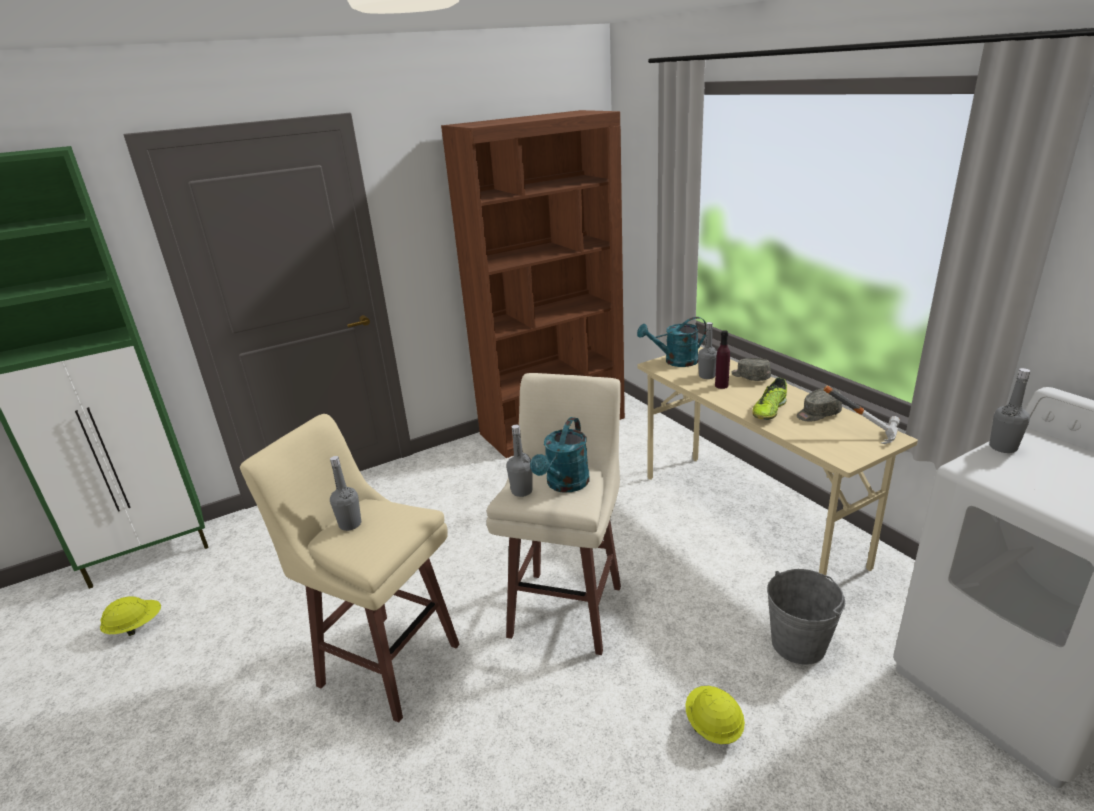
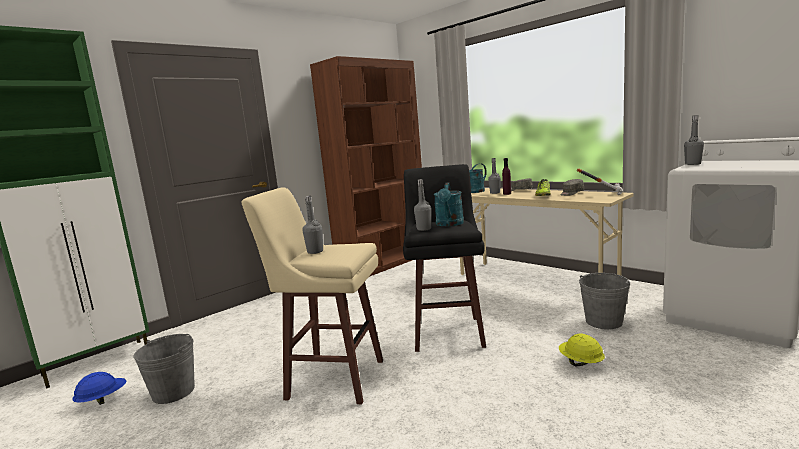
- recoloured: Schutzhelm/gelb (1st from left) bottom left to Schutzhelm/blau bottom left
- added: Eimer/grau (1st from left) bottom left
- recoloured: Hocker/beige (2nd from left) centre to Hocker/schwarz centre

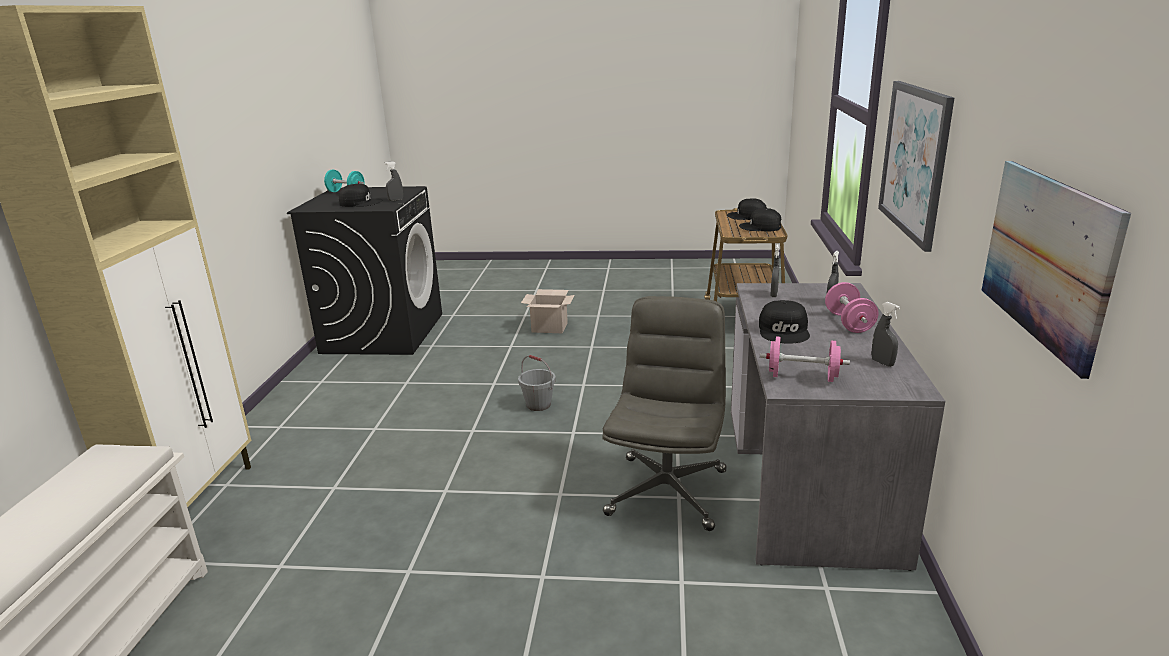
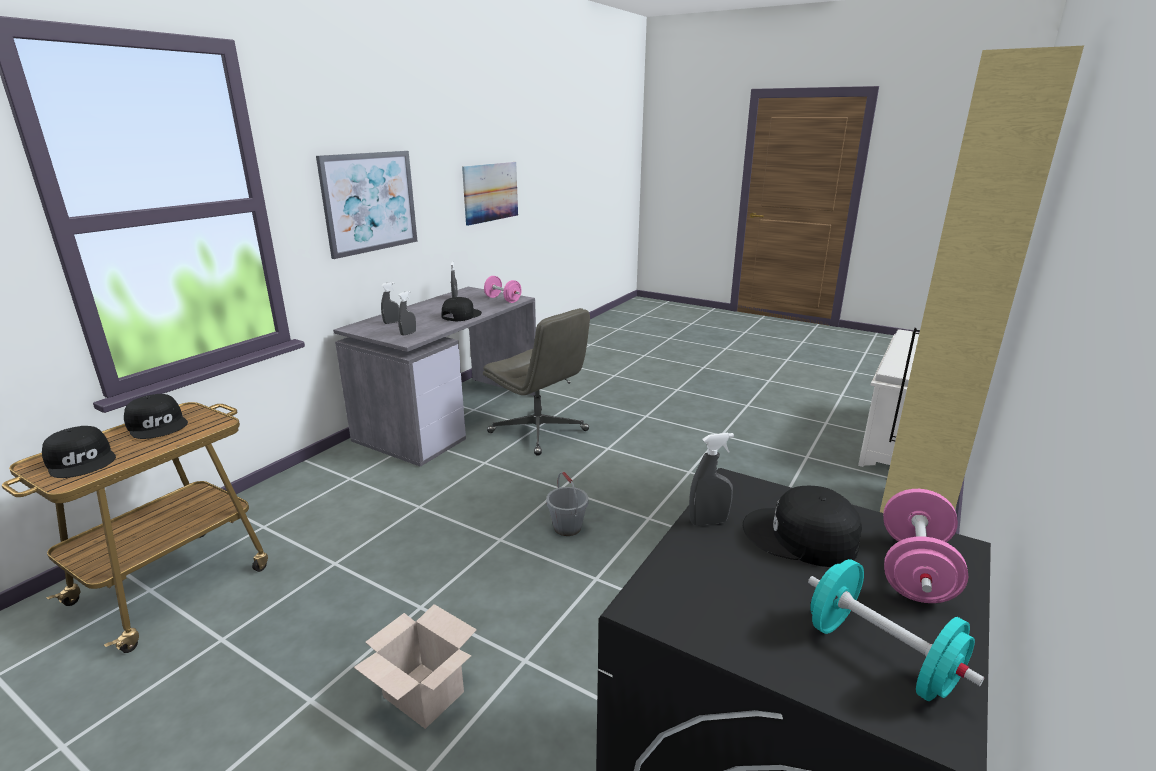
- turned: Bürostuhl/grau centre = centre 90 degrees counterclockwise
- moved: Hantel/rosa (2nd from left) middle right to bottom right

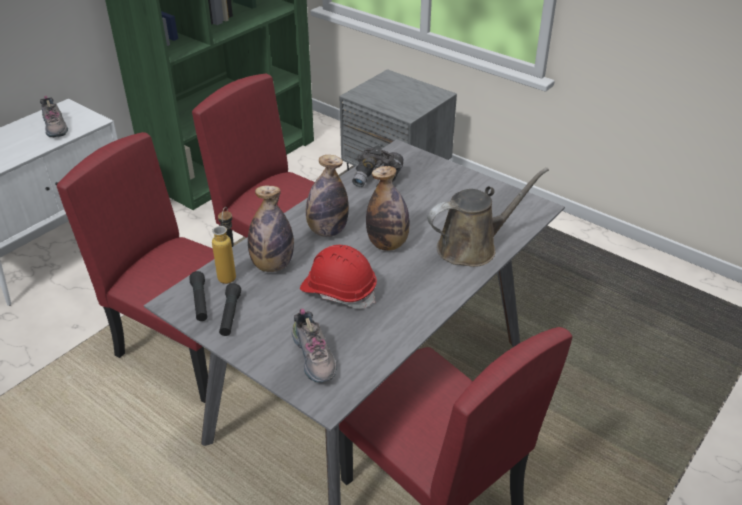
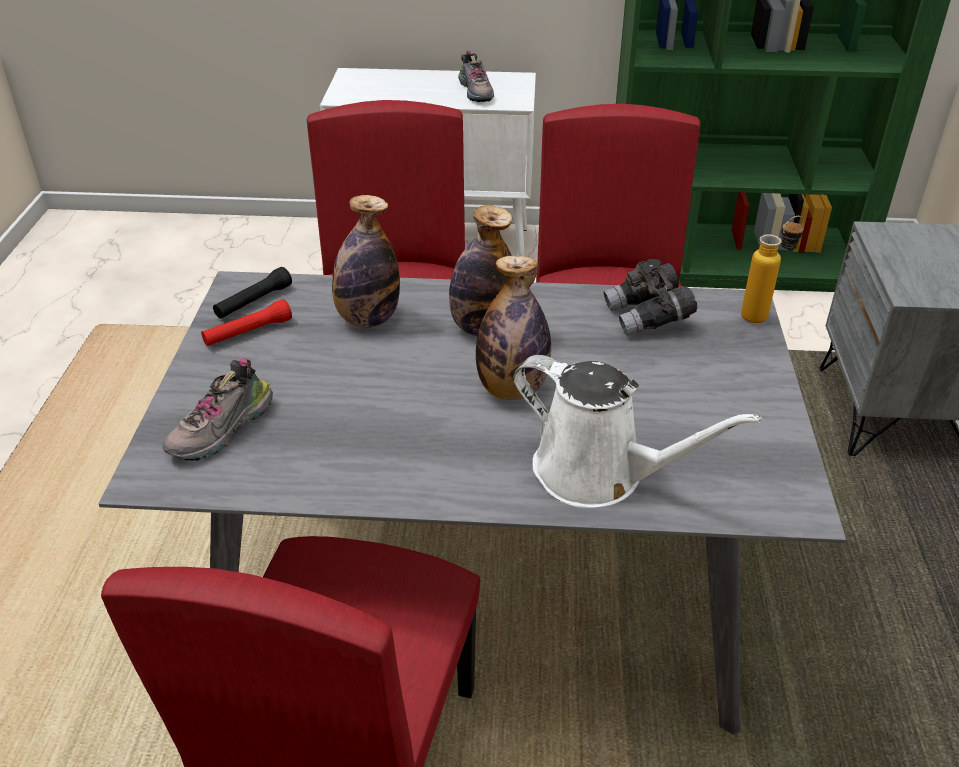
- recoloured: Taschenlampe/schwarz (2nd from left) middle left to Taschenlampe/rot middle left
- turned: Schuh (1st from left in the first image) top left = top centre 45 degrees counterclockwise
- recoloured: Gießkanne/braun centre to Gießkanne/weiß centre
- moved: Flasche (1st from left in the first image) middle left to Flasche (4th from left) middle right
- removed: Schutzhelm/rot centre

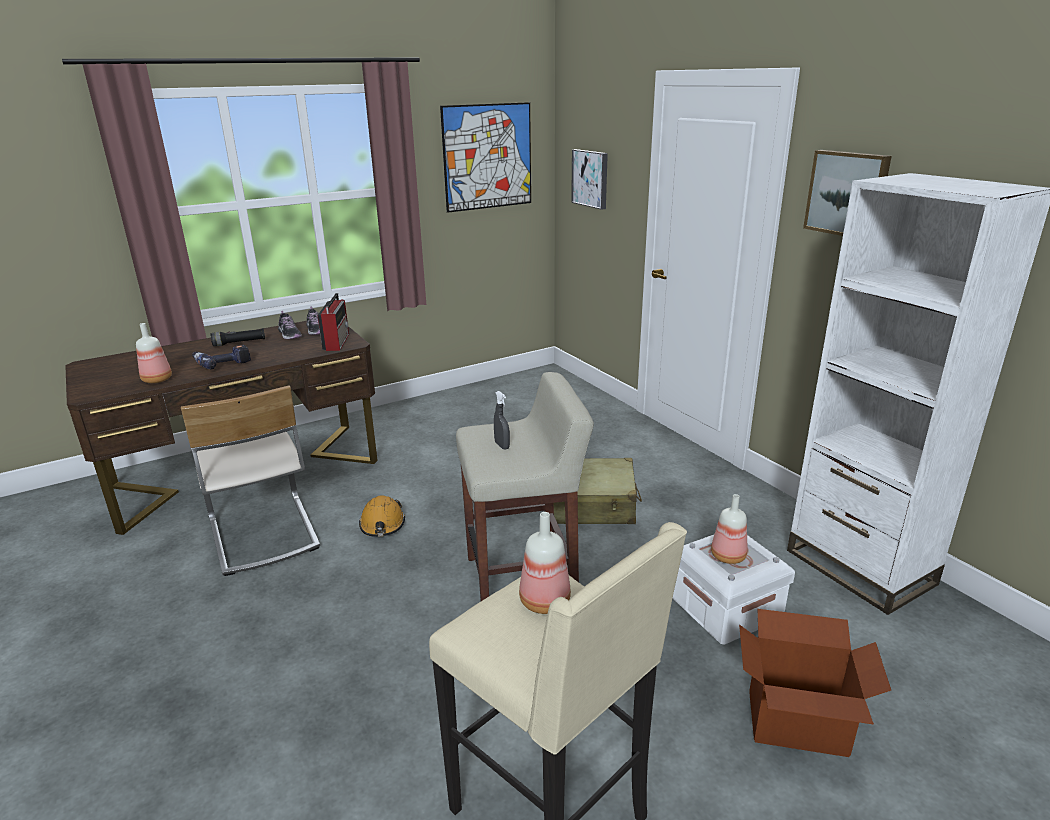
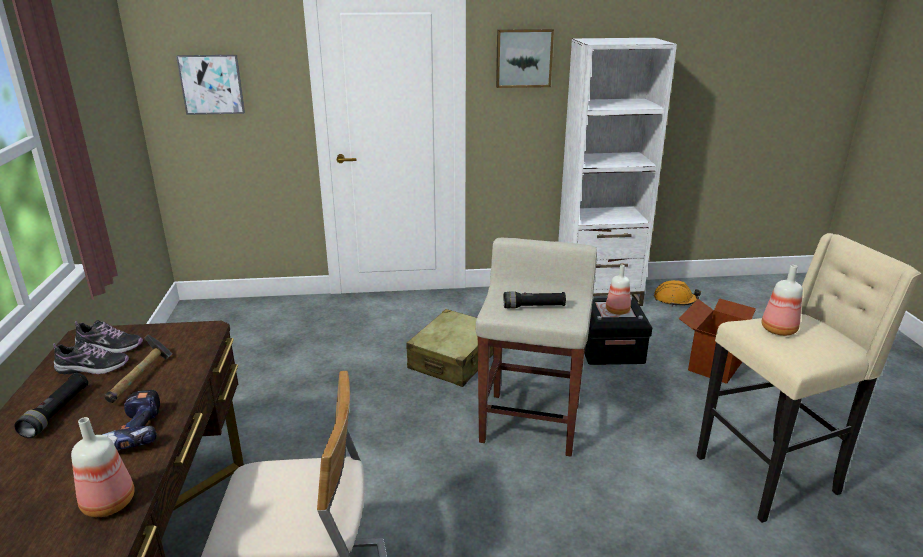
- added: Hammer middle left
- replaced: Sprühflasche/grau centre to Taschenlampe/schwarz (2nd from left) centre
- recoloured: Aufbewahrungsbox/weiß bottom right to Aufbewahrungsbox/schwarz middle right
- moved: Schutzhelm/orange centre to middle right
- removed: Radio middle left
- removed: Bild (1st from left) top centre

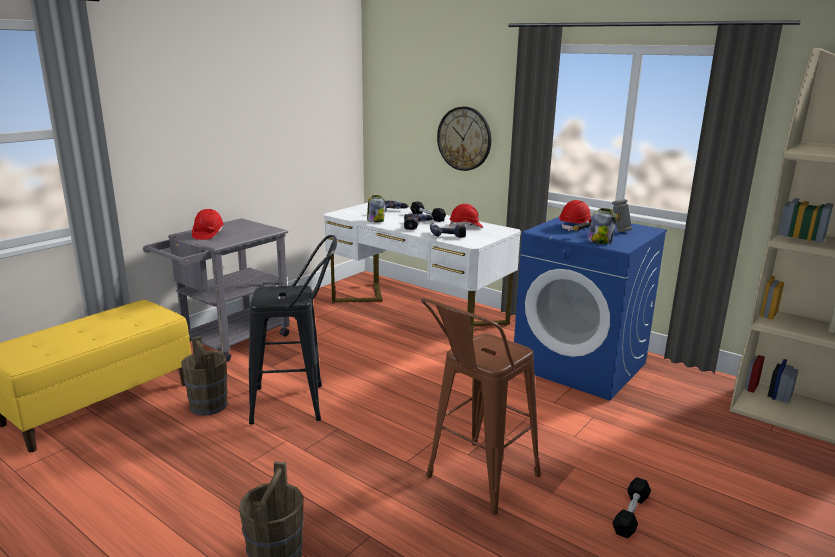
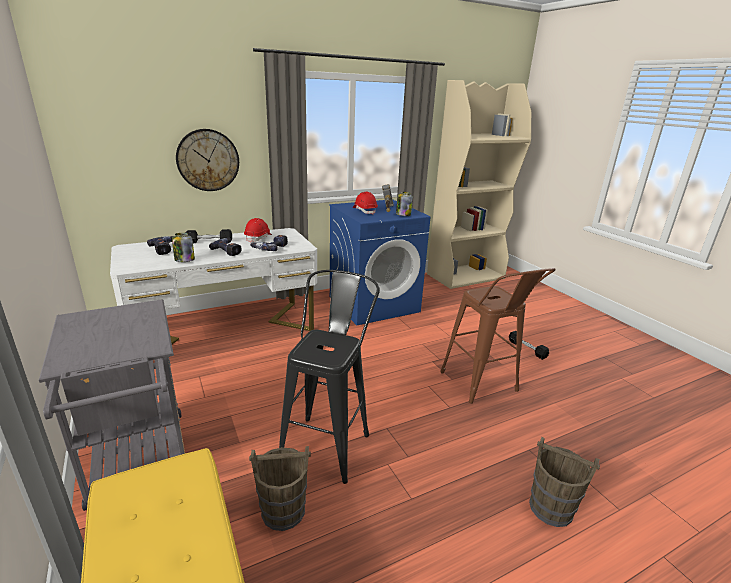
- removed: Schutzhelm/rot (1st from left) middle left

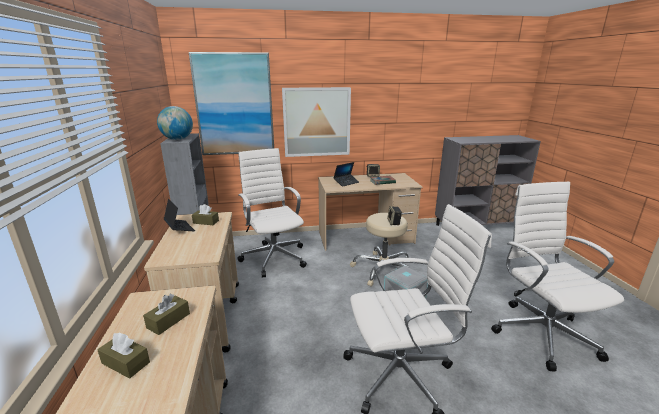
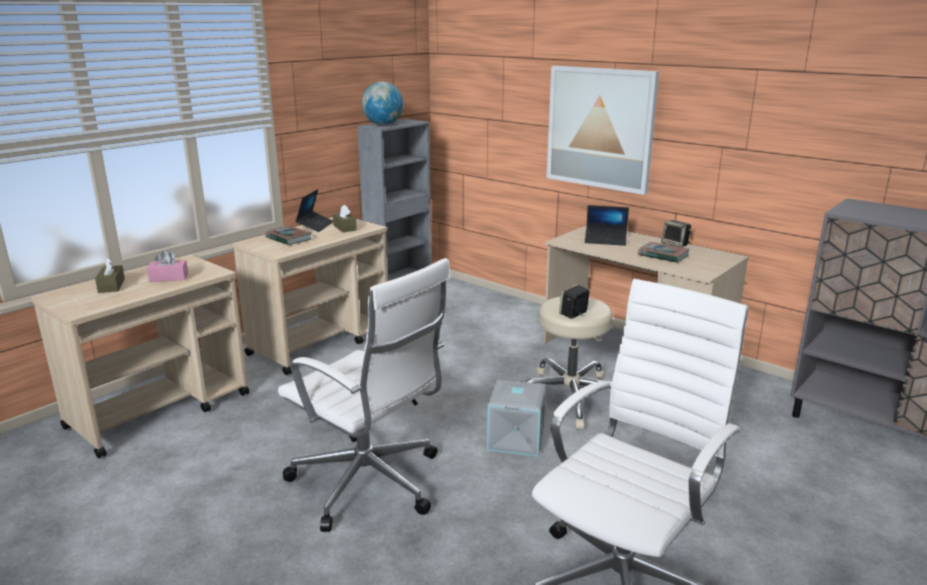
- recoloured: Taschentuchbox/braun (2nd from left) bottom left to Taschentuchbox/rosa middle left
- added: Buch (1st from left) middle left
- removed: Bild (1st from left) top centre
- removed: Bürostuhl/weiß (1st from left) centre

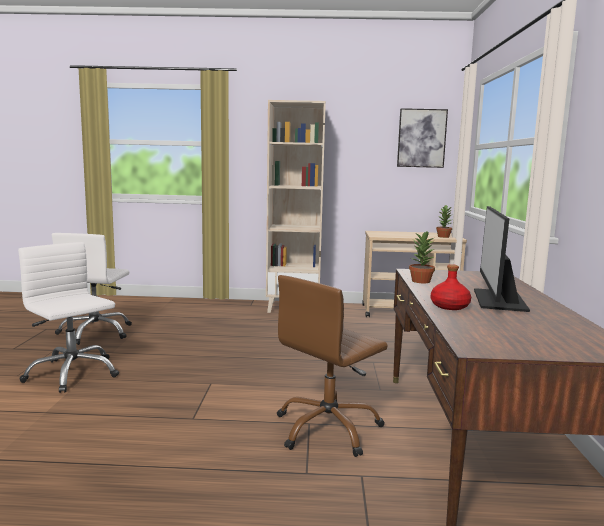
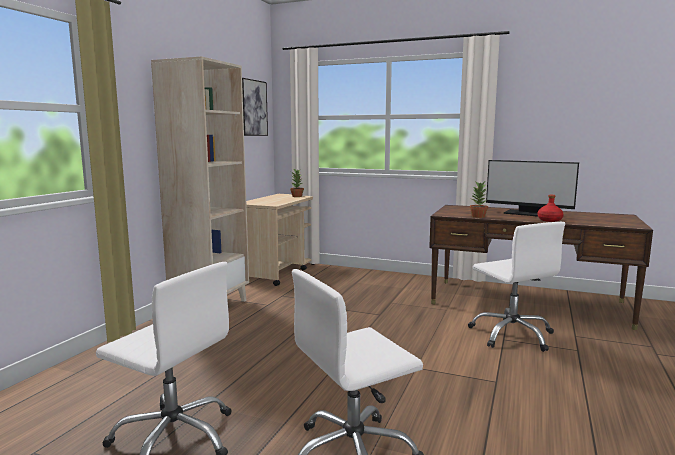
- recoloured: Bürostuhl/braun bottom centre to Bürostuhl/weiß (3rd from left) middle right

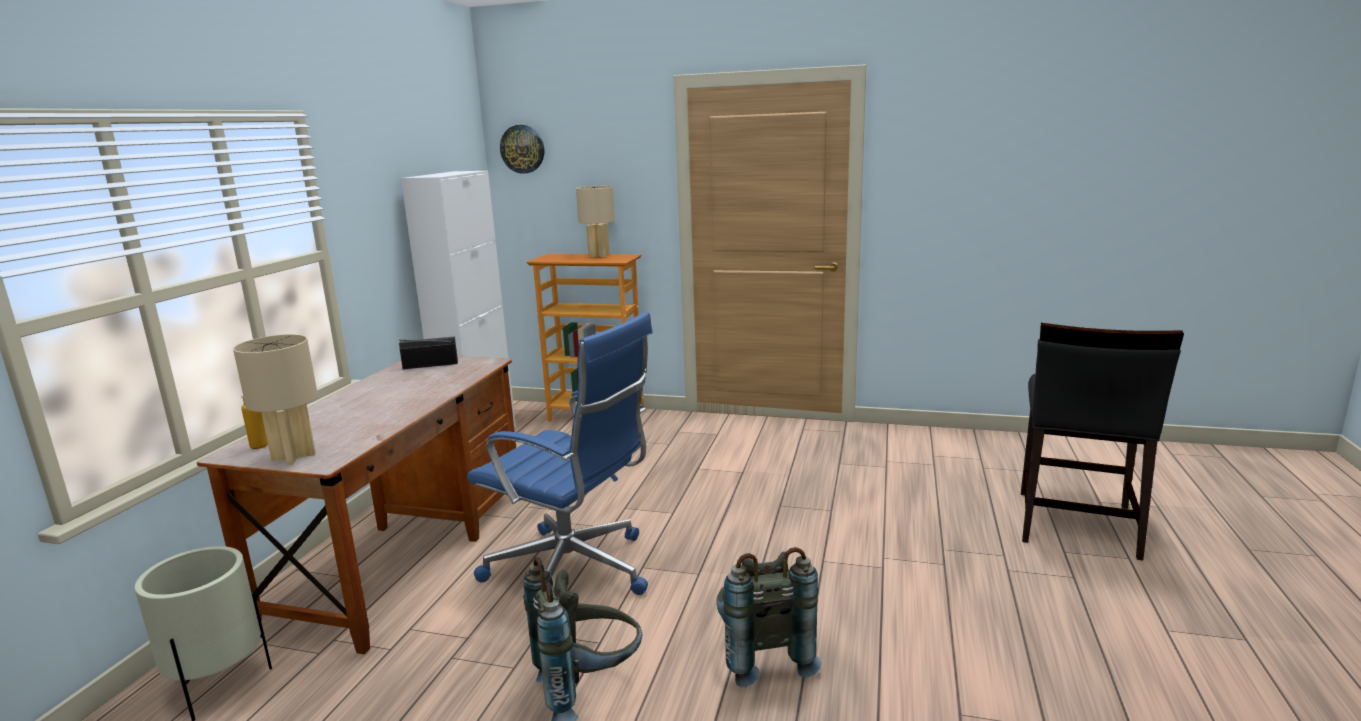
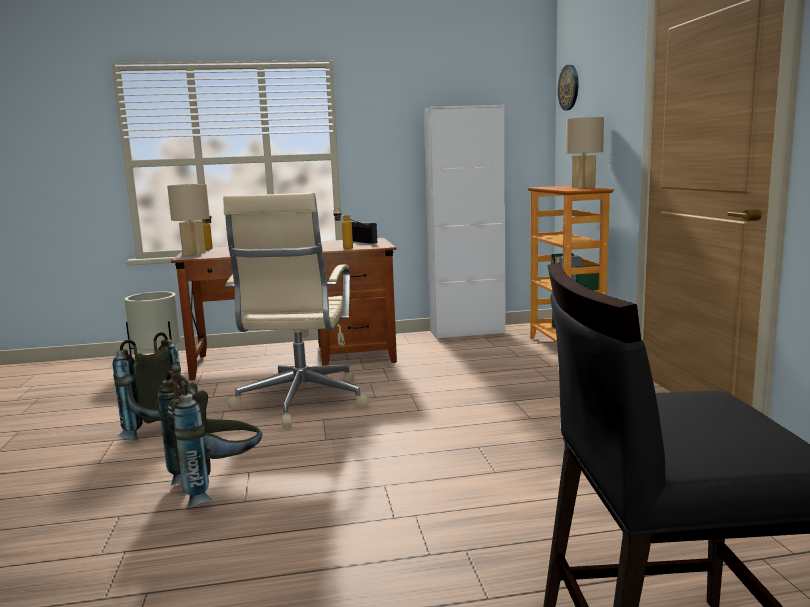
- recoloured: Bürostuhl/blau centre to Bürostuhl/beige centre
- added: Flasche (2nd from left) centre

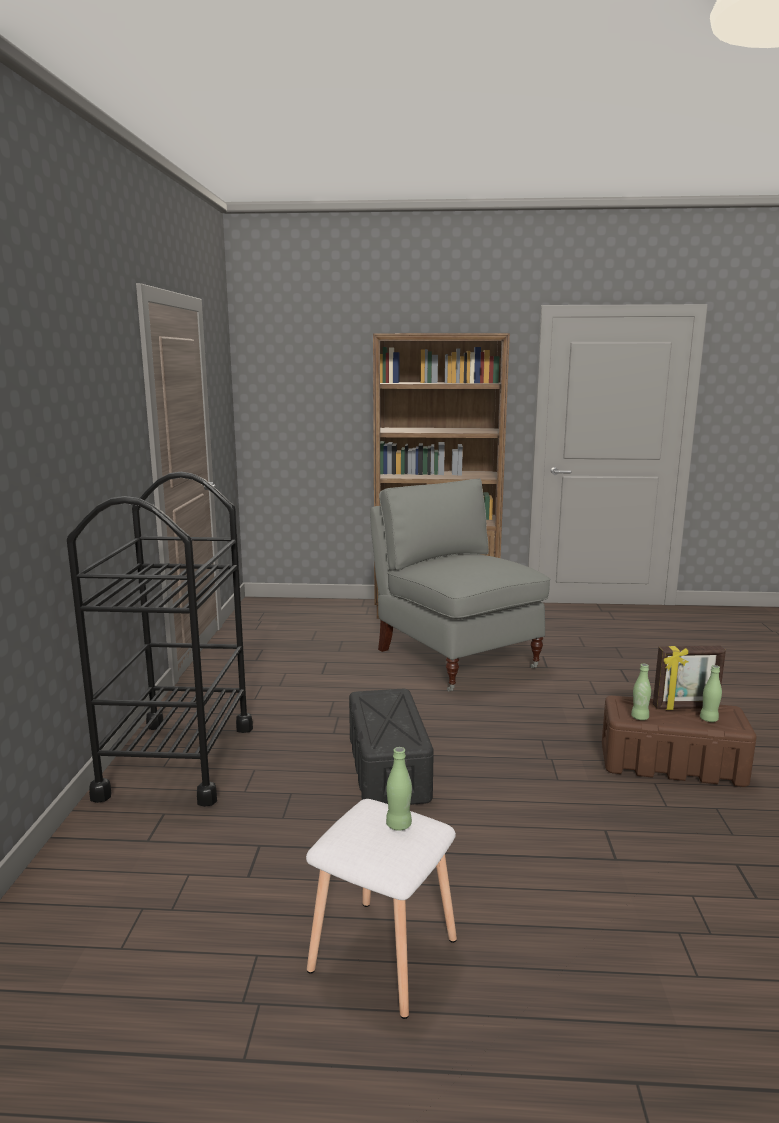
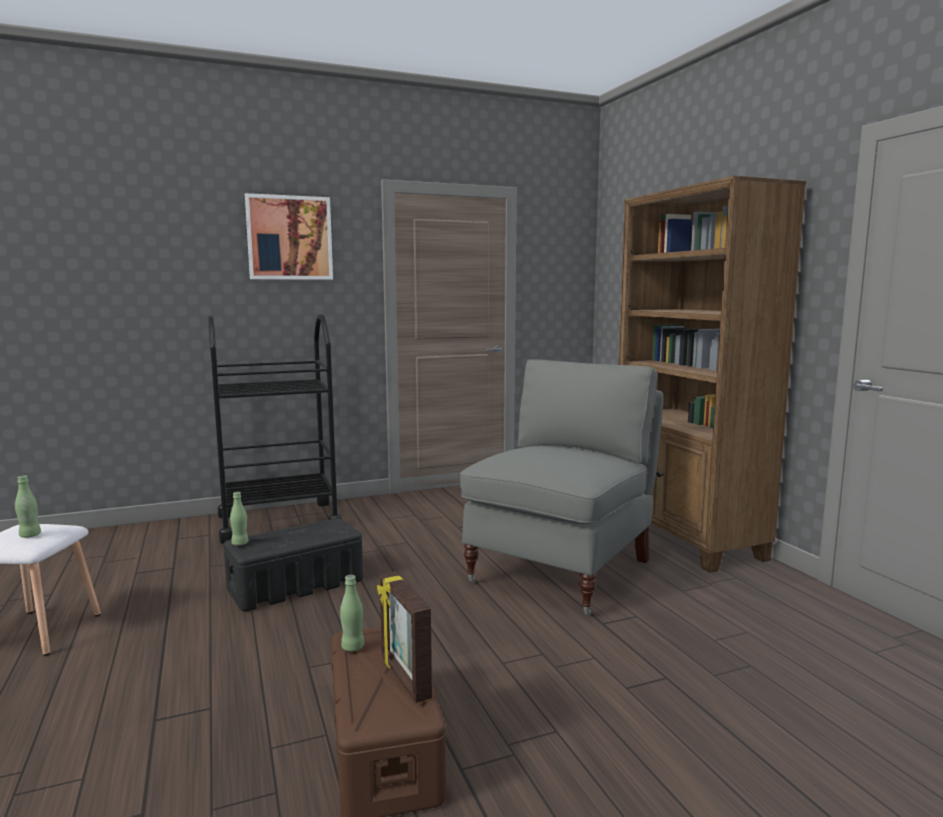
- moved: Flasche/grün (3rd from left in the first image) middle right to Flasche/grün (2nd from left) middle left
- added: Bild top left

